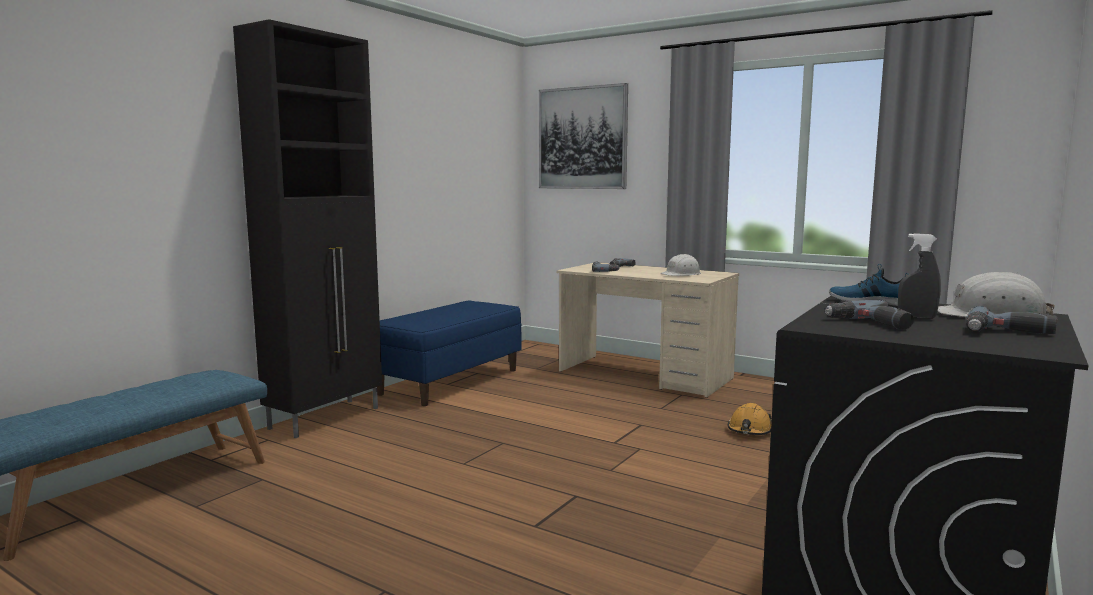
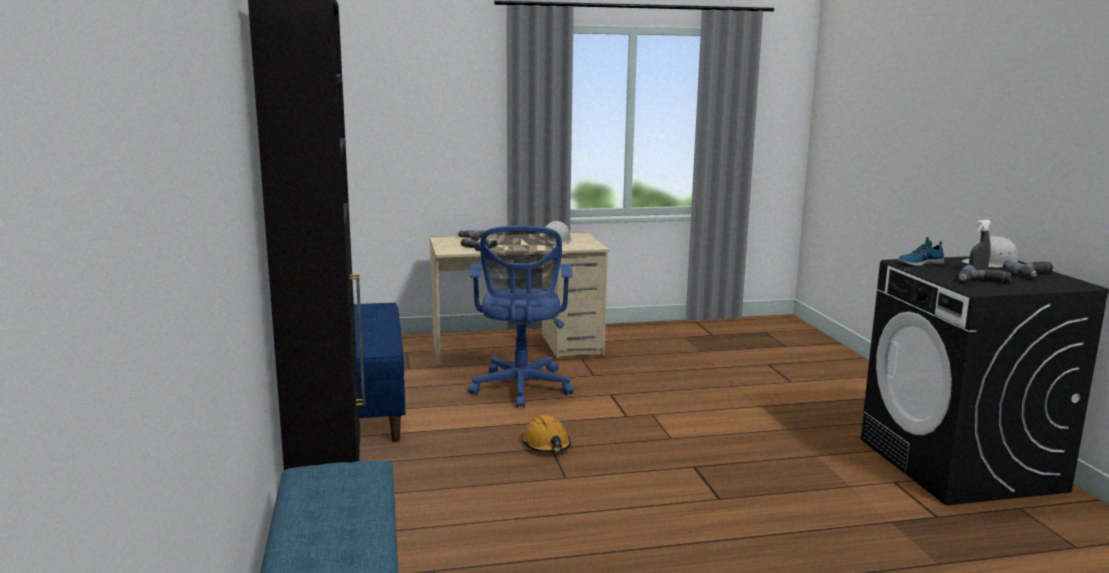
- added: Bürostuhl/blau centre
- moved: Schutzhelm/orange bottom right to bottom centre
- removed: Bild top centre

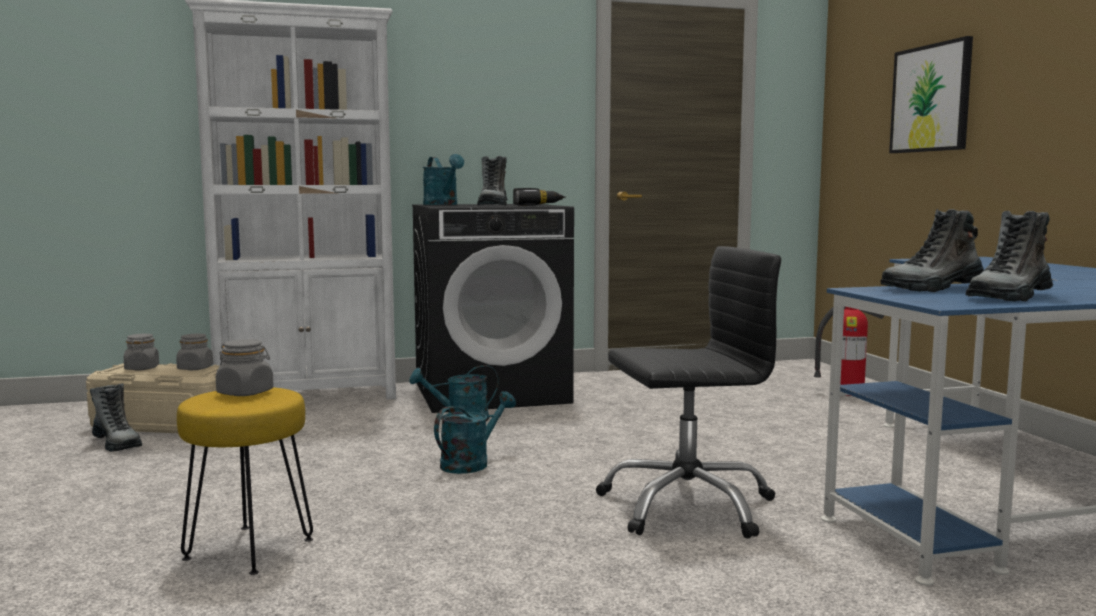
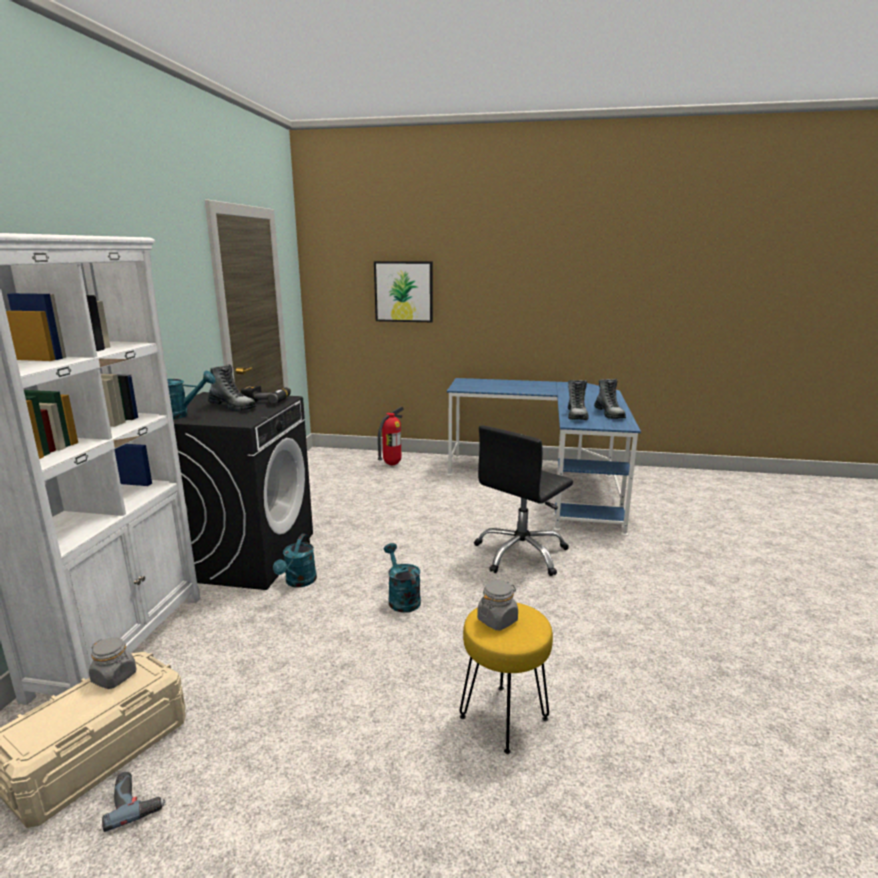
- replaced: Stiefel (1st from left) bottom left to Bohrmaschine (1st from left) bottom left
- turned: Bürostuhl/schwarz centre = centre 150 degrees counterclockwise
- removed: Vorratsglas/grau (1st from left) middle left

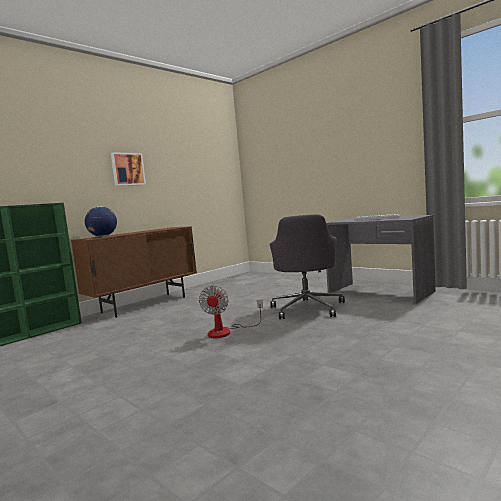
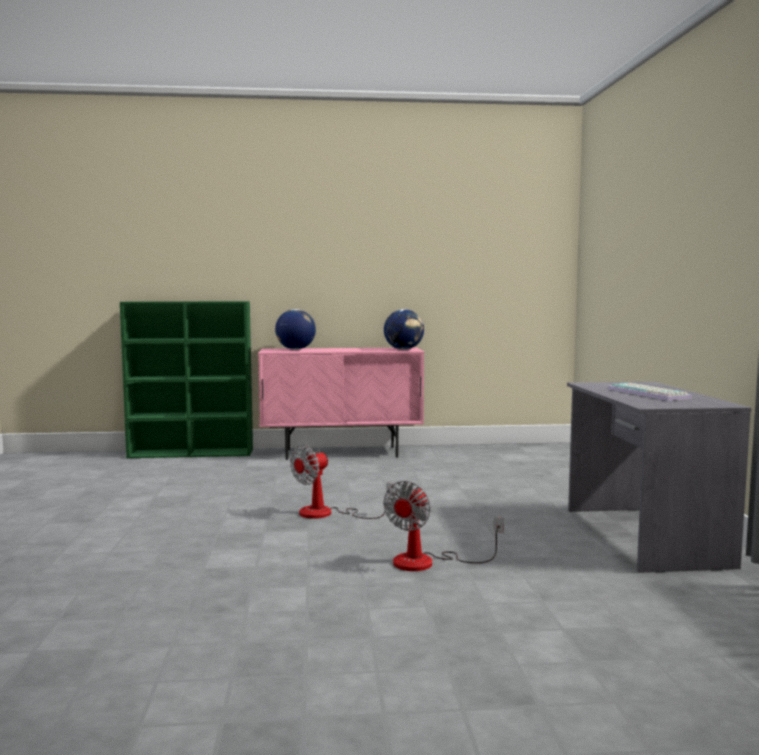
- recoloured: Schrank/braun middle left to Schrank/rosa centre
- added: Ventilator (2nd from left) bottom centre
- added: Globus (2nd from left) centre
- removed: Bild middle left
- removed: Bürostuhl/grau centre

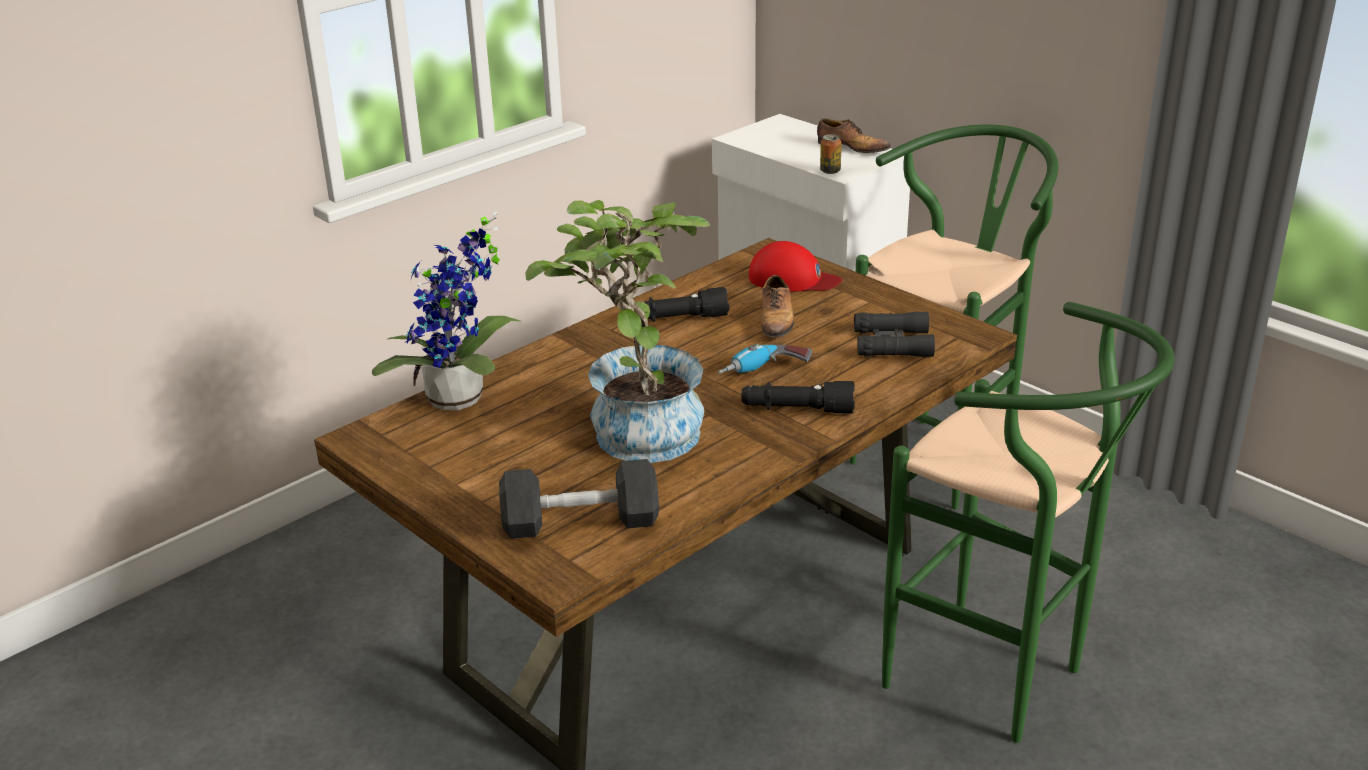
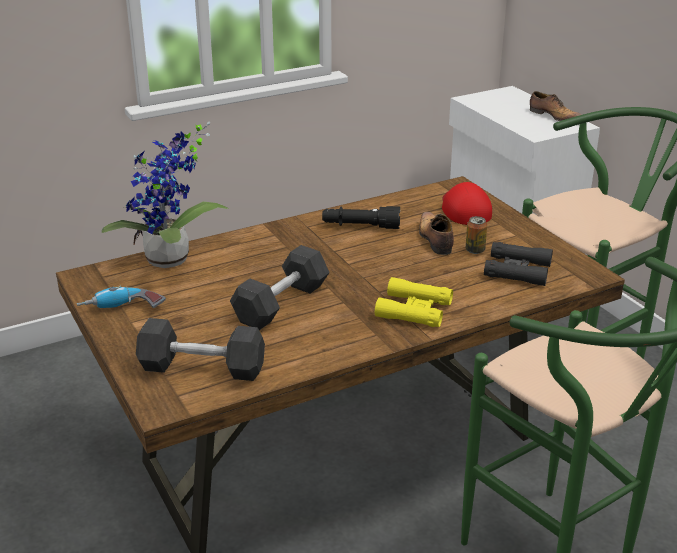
- moved: Bohrmaschine centre to middle left
- replaced: Topfpflanze (2nd from left) centre to Hantel/grau (2nd from left) centre
- replaced: Taschenlampe/schwarz (2nd from left) centre to Fernglas/gelb centre
- turned: Schuh (1st from left) centre = centre 150 degrees clockwise
- turned: Kappe/rot centre = middle right 135 degrees counterclockwise
- moved: Dose top centre to middle right

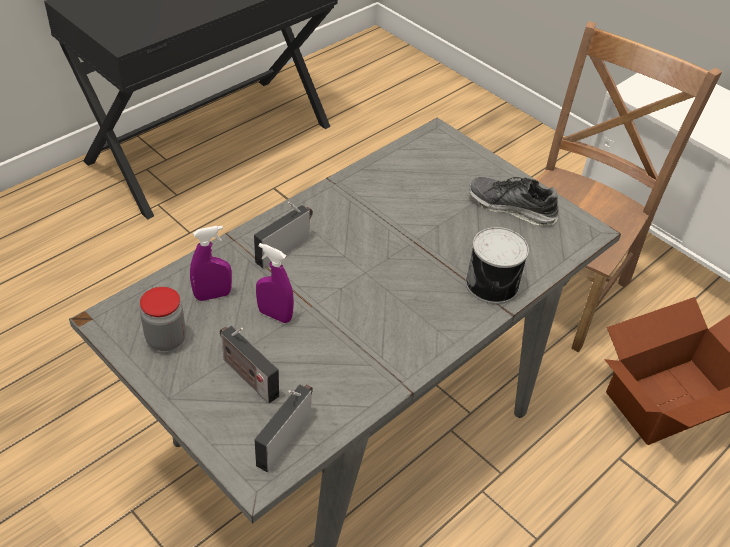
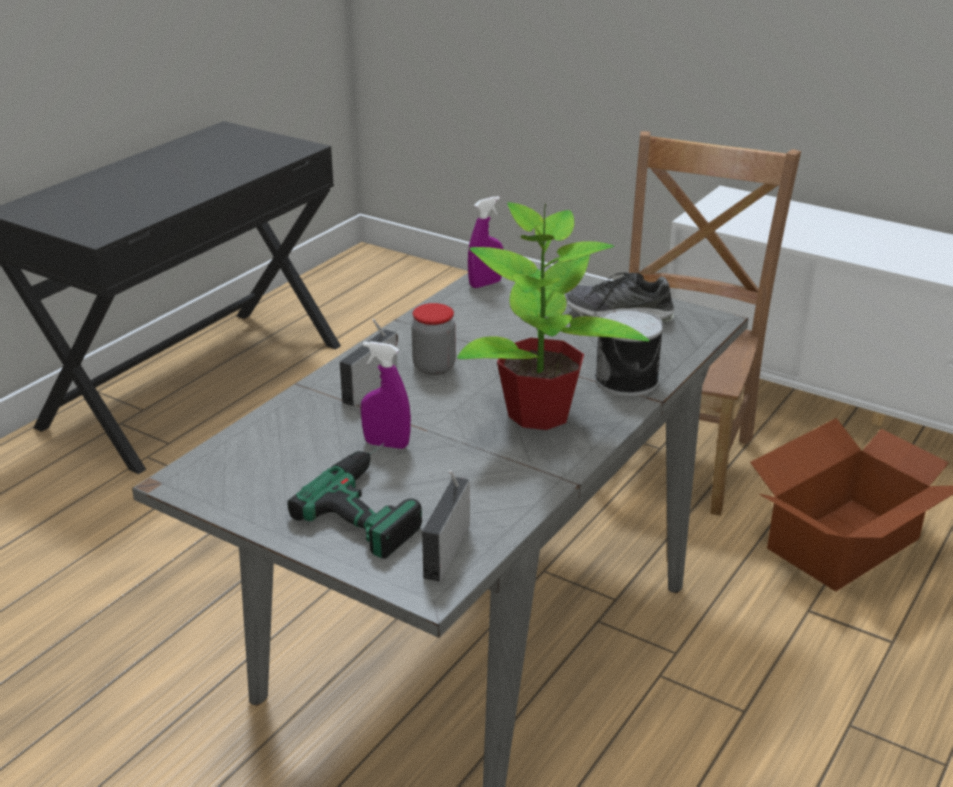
- replaced: Radio (1st from left) centre to Bohrmaschine centre
- moved: Vorratsglas middle left to centre
- added: Topfpflanze centre
- moved: Sprühflasche/lila (1st from left in the first image) middle left to Sprühflasche/lila (2nd from left) top centre

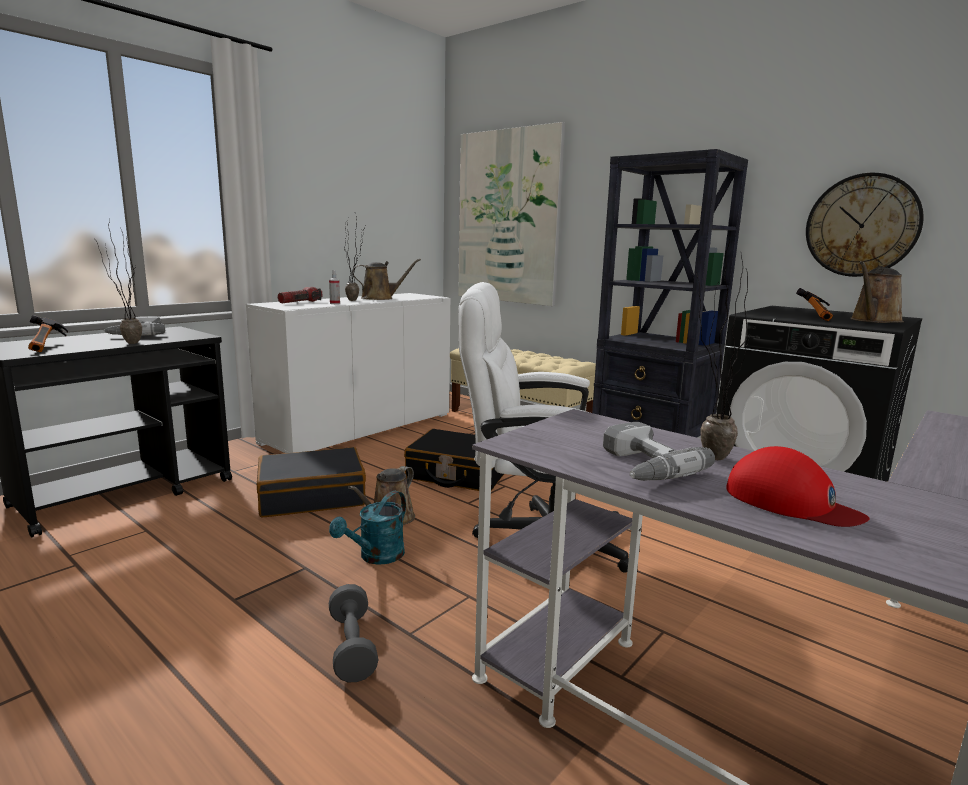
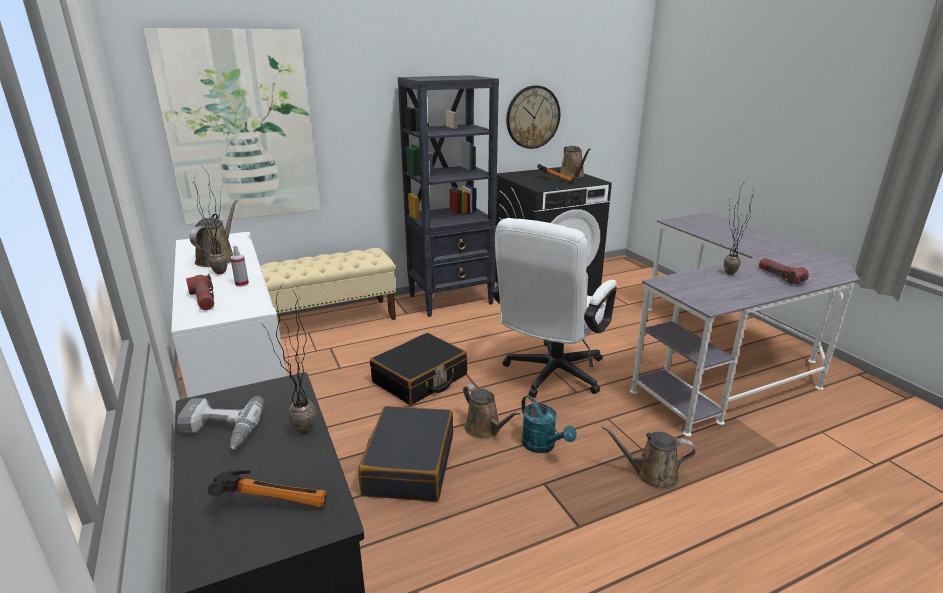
- replaced: Hantel/grau bottom centre to Gießkanne/braun (4th from left) bottom right
- replaced: Kappe/rot middle right to Taschenlampe (2nd from left) middle right
- removed: Bohrmaschine (2nd from left) middle right

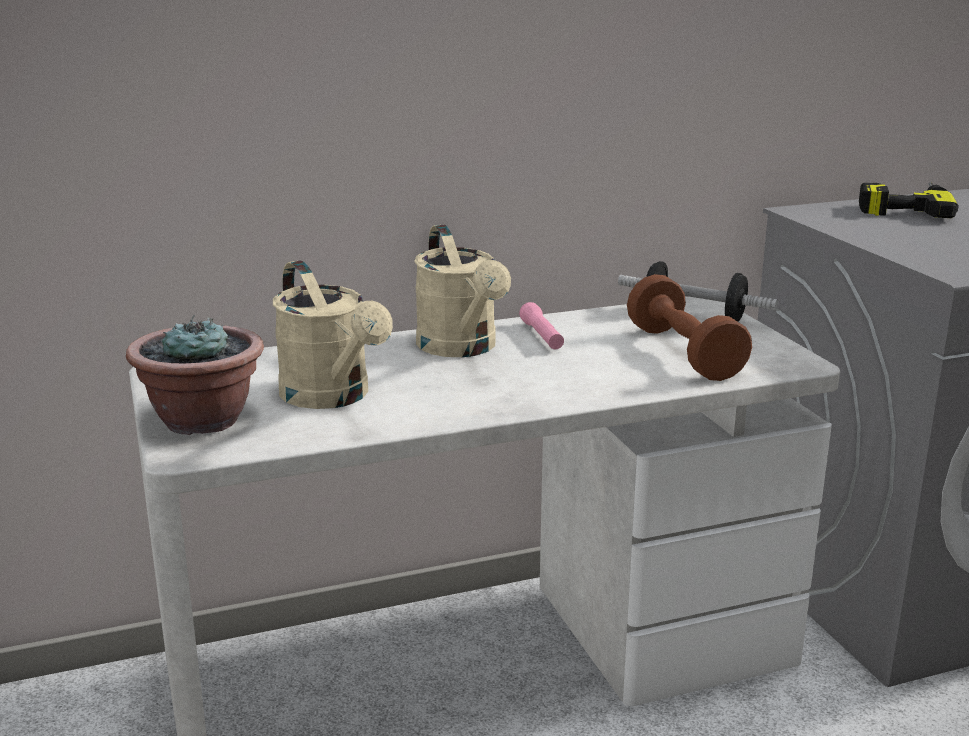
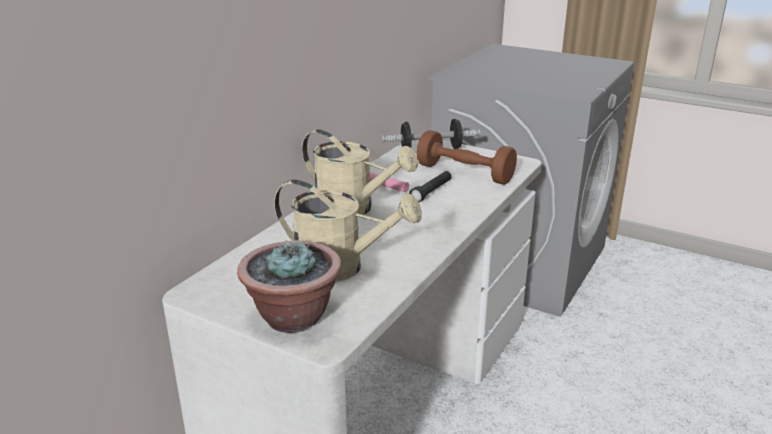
- added: Taschenlampe/schwarz centre
- removed: Bohrmaschine top right

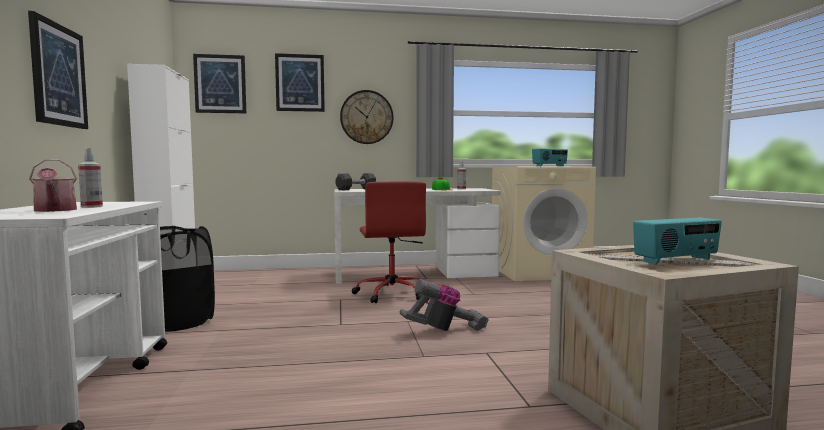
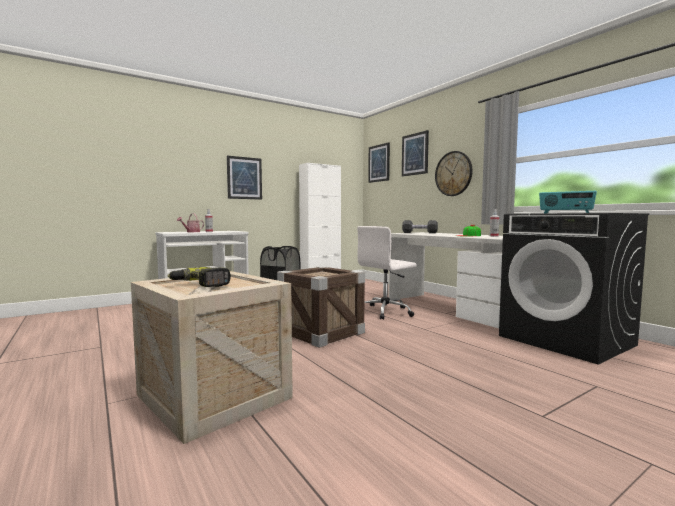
- replaced: Radio (2nd from left) middle right to Bohrmaschine middle left
- replaced: Staubsauger bottom centre to Kiste (2nd from left) centre
- recoloured: Bürostuhl/rot centre to Bürostuhl/weiß centre
- recoloured: Waschmaschine/beige centre to Waschmaschine/schwarz middle right

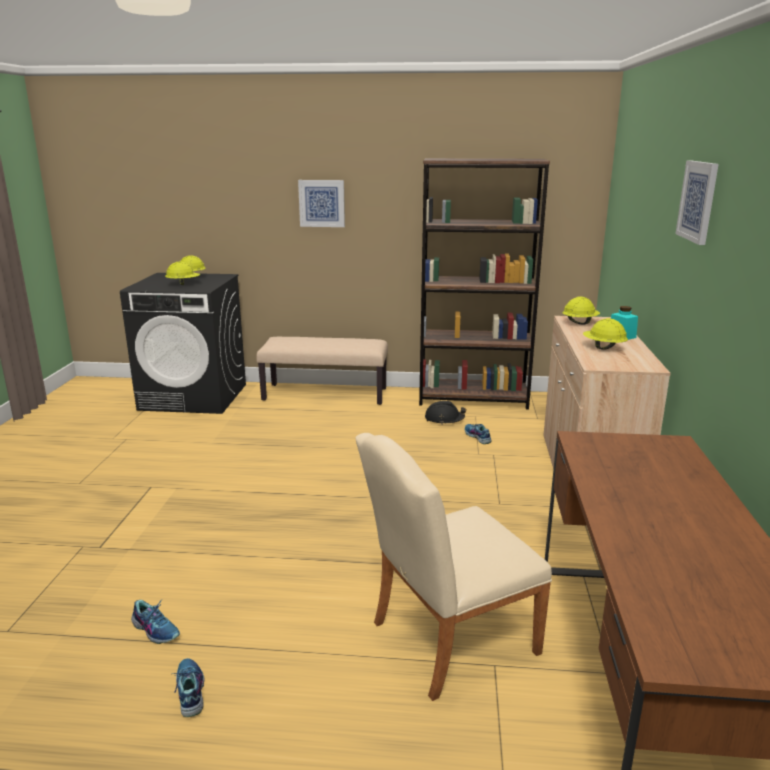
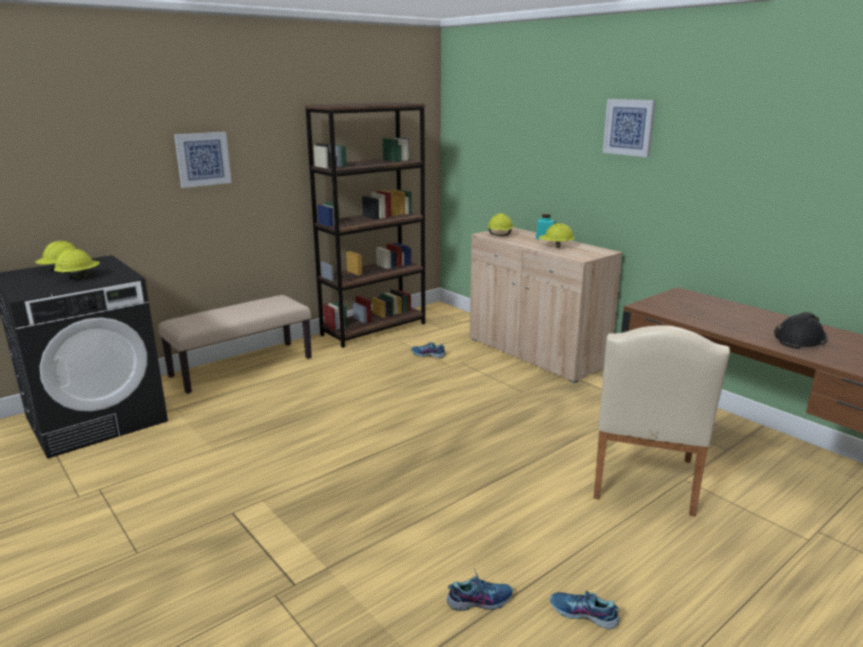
- moved: Schutzhelm/schwarz centre to middle right

